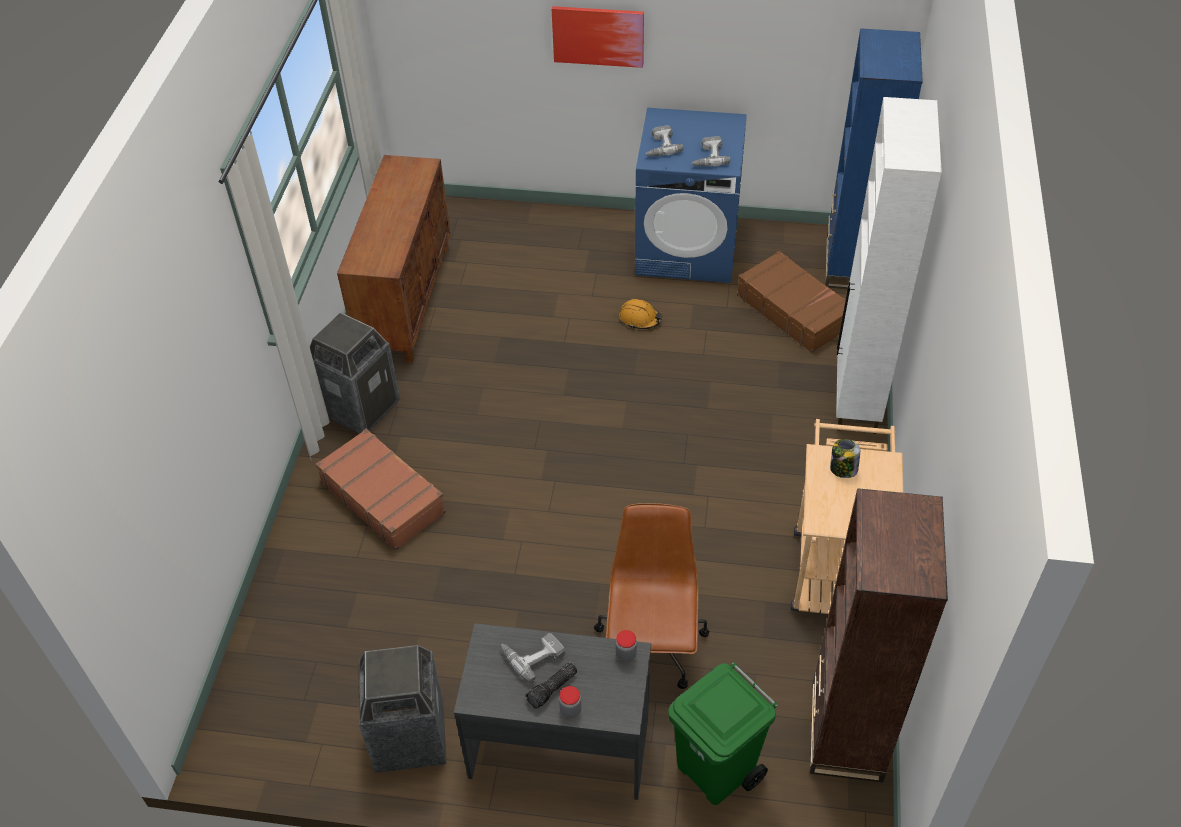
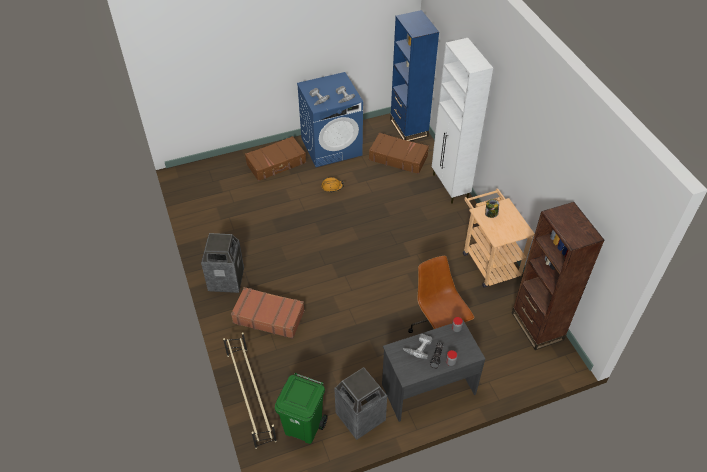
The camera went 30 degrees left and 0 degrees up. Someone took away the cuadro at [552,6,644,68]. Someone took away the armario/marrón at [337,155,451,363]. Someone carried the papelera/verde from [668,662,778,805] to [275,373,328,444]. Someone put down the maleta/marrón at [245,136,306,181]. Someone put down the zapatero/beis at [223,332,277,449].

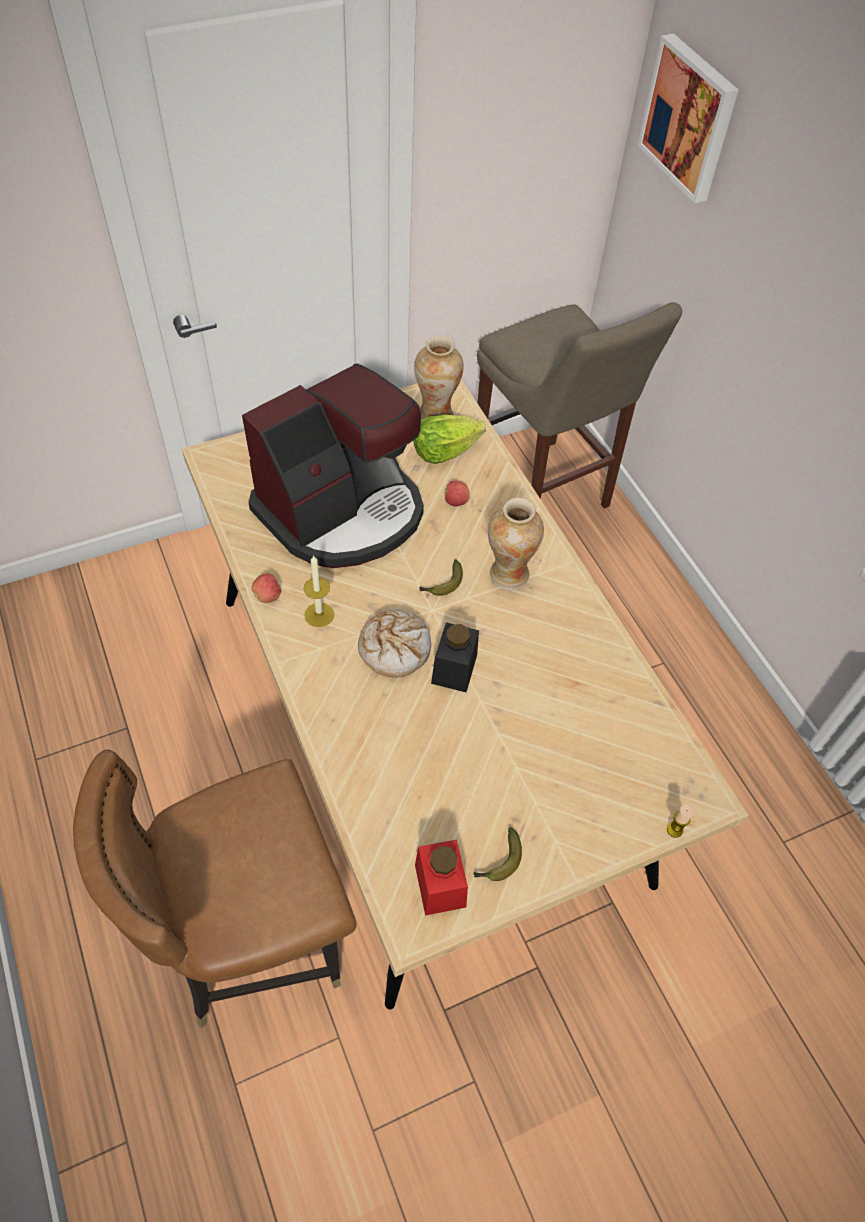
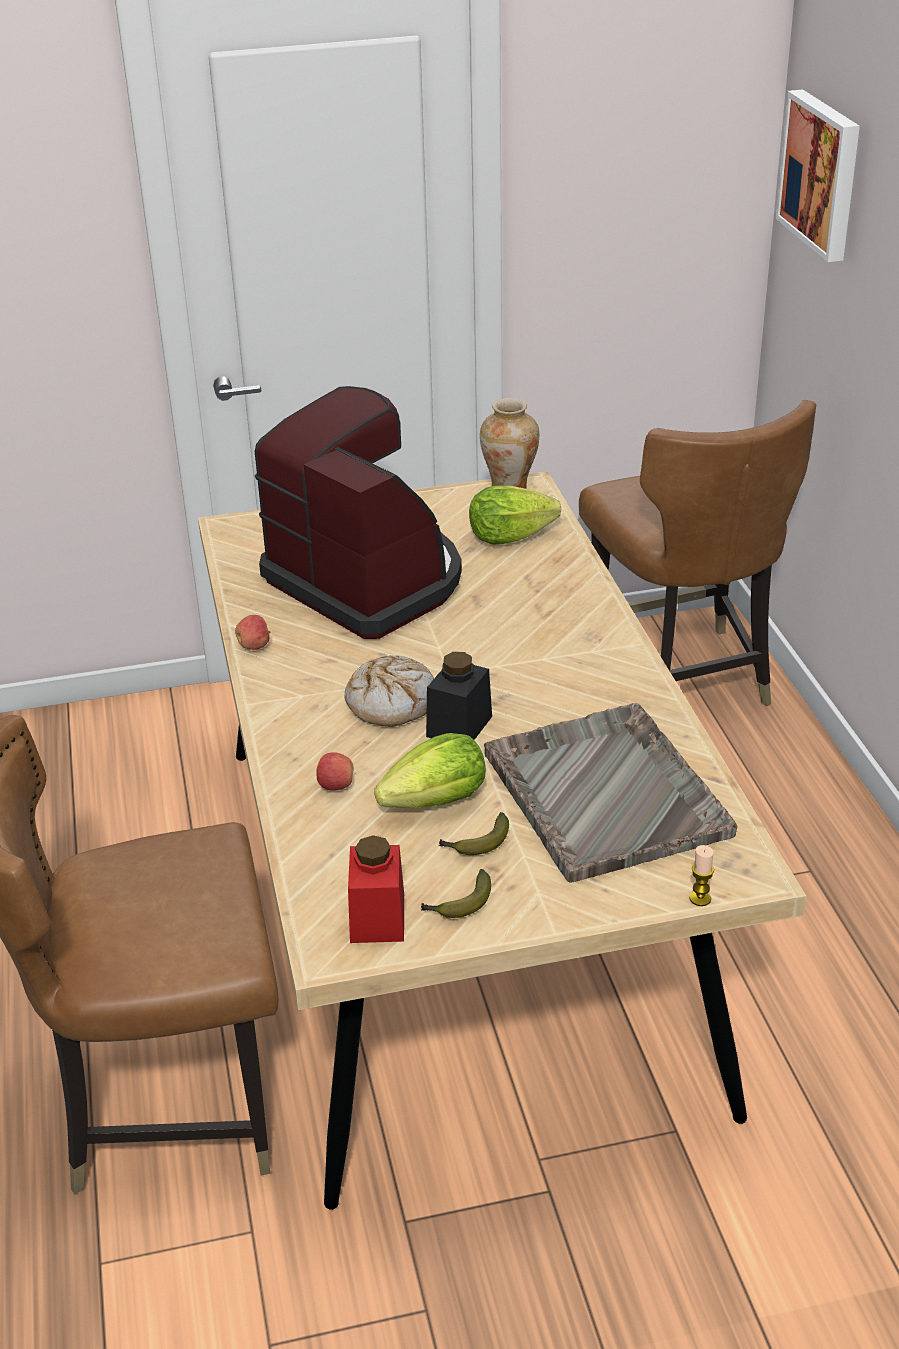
The camera went 15 degrees right and 20 degrees down. Someone swapped the taburete/beis at [477,302,682,509] for the silla/marrón at [579,400,816,706]. Someone rotated the cafetera at [242,364,424,568] by 105 degrees counterclockwise. Someone carried the manzana from [444,480,469,506] to [316,752,353,791]. Someone took away the florero at [488,498,544,590]. Someone took away the vela at [304,555,334,627]. Someone carried the plátano from [419,559,463,596] to [439,812,509,855]. Someone put down the bandeja/gris at [484,703,737,883]. Someone put down the lechuga at [374,733,486,809].

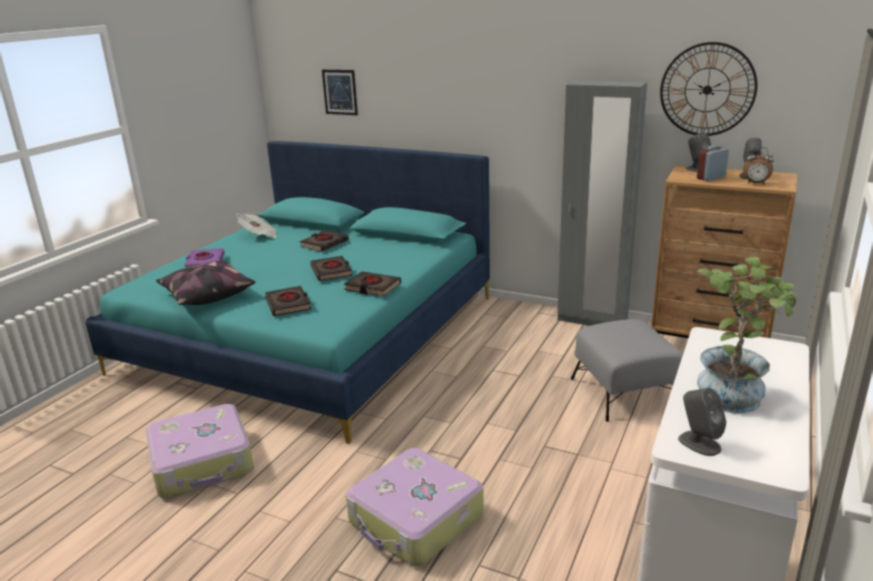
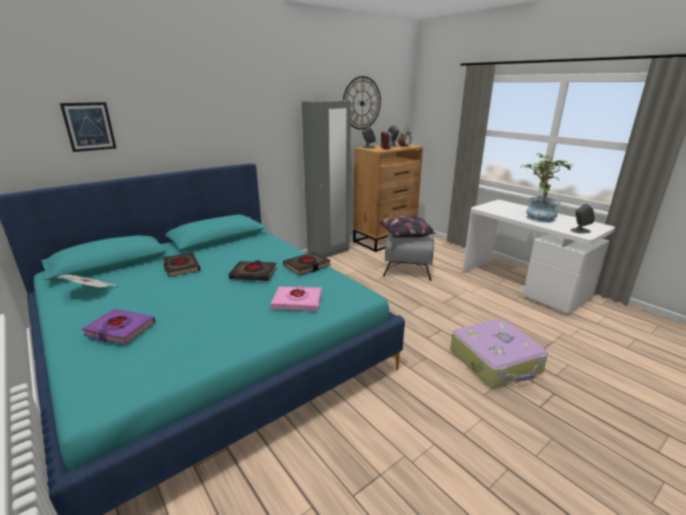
The camera went 65 degrees left and 0 degrees up. Someone carried the cojín from [156,261,255,305] to [379,216,436,238]. Someone repainted the libro/negro at [265,286,311,316], which became the libro/rosa at [271,285,322,311]. Someone took away the maleta at [145,404,254,498].

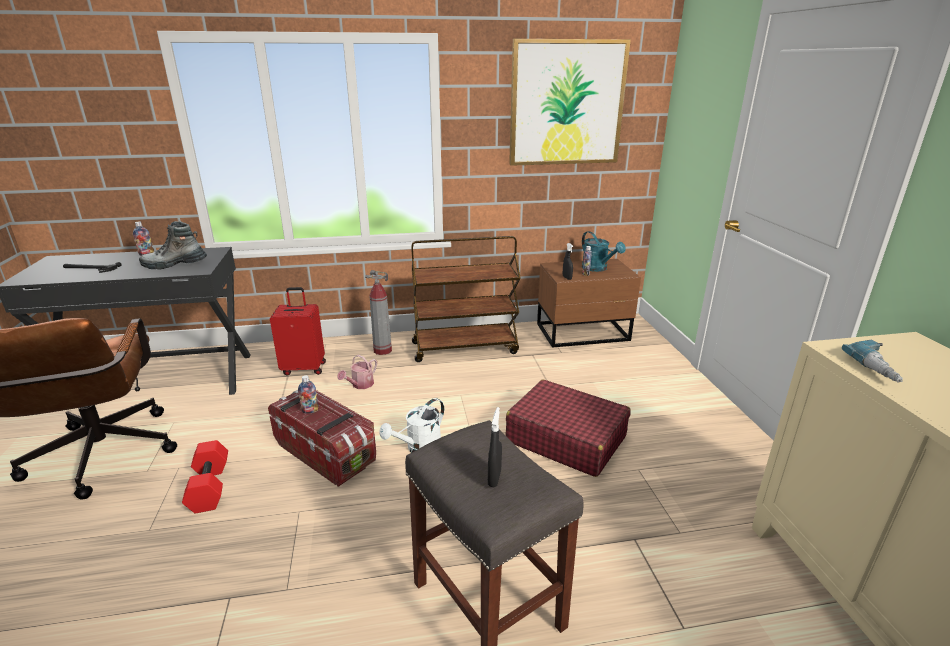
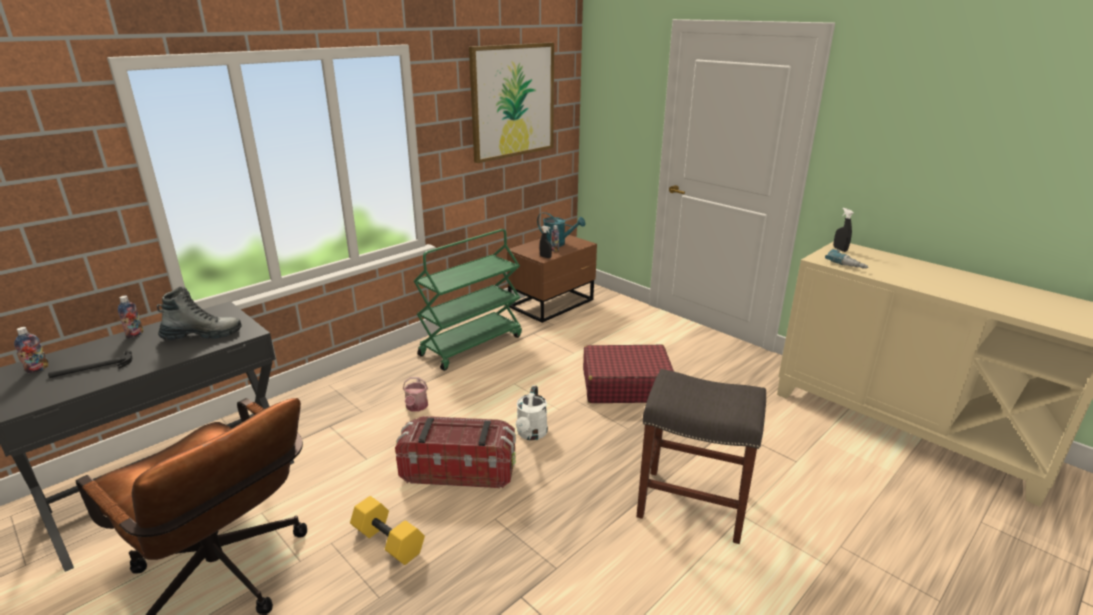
The camera went 35 degrees left and 0 degrees up. Someone rotated the bota at [139,221,207,270] by 150 degrees counterclockwise. Someone repainted the carrito/marrón at [411,236,521,362], which became the carrito/verde at [414,229,522,371]. Someone took away the extintor at [365,270,392,355]. Someone took away the maleta/rojo at [270,287,326,375]. Someone carried the botella from [298,375,319,414] to [14,327,48,373]. Someone carried the pulverizador/negro from [488,407,502,487] to [833,208,853,252]. Someone repainted the mancuerna/rojo at [182,440,228,513], which became the mancuerna/amarillo at [350,496,425,565].

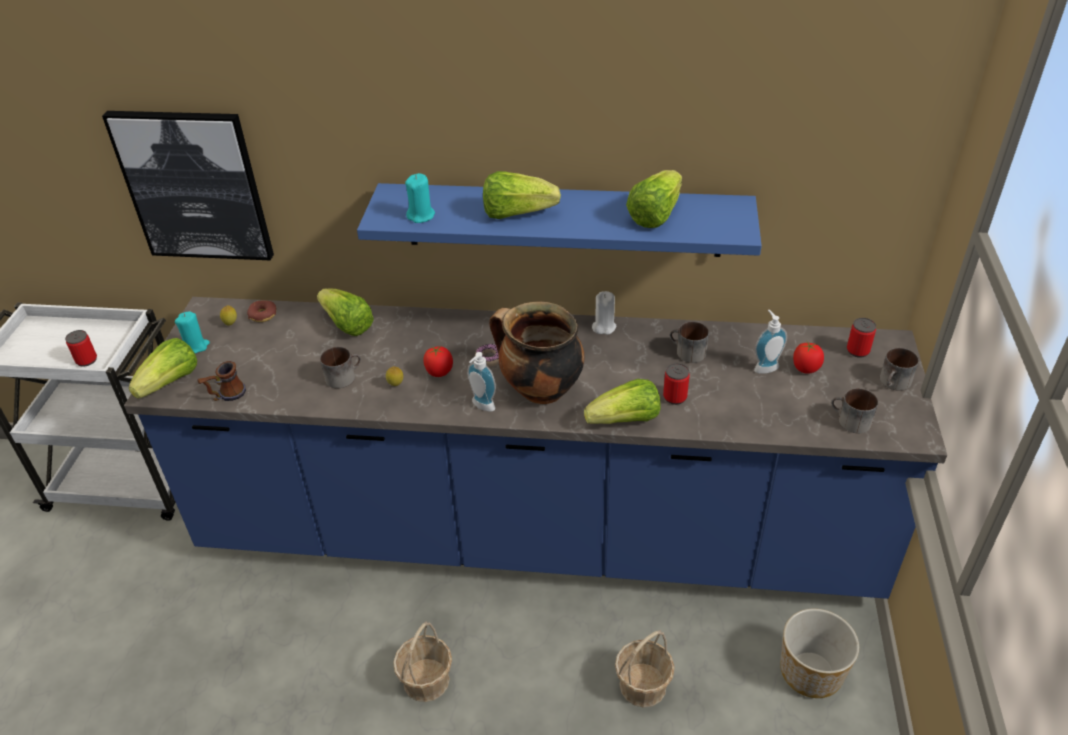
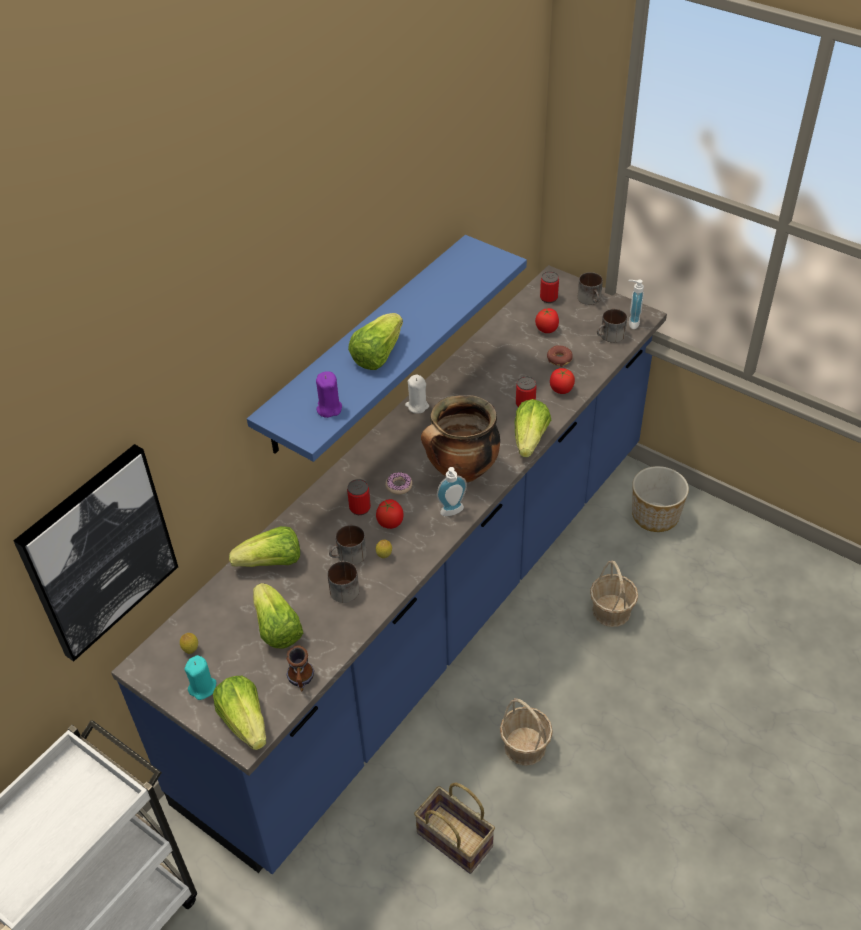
The camera went 60 degrees left and 5 degrees up. Someone carried the lechuga from [626,170,682,228] to [253,583,303,649]. Someone repainted the vela/turquesa at [405,173,435,223], which became the vela/morado at [316,371,342,418]. Someone carried the rosquilla from [247,300,276,322] to [547,345,573,367]. Someone carried the dispensador de jabón from [754,310,787,374] to [628,280,644,329]. Someone carried the taza grande from [670,322,709,363] to [329,525,367,565]. Someone carried the lata from [65,330,97,367] to [347,479,371,515]. Someone put down the tomate at [550,368,575,394]. Someone put down the cesta at [414,783,495,874].

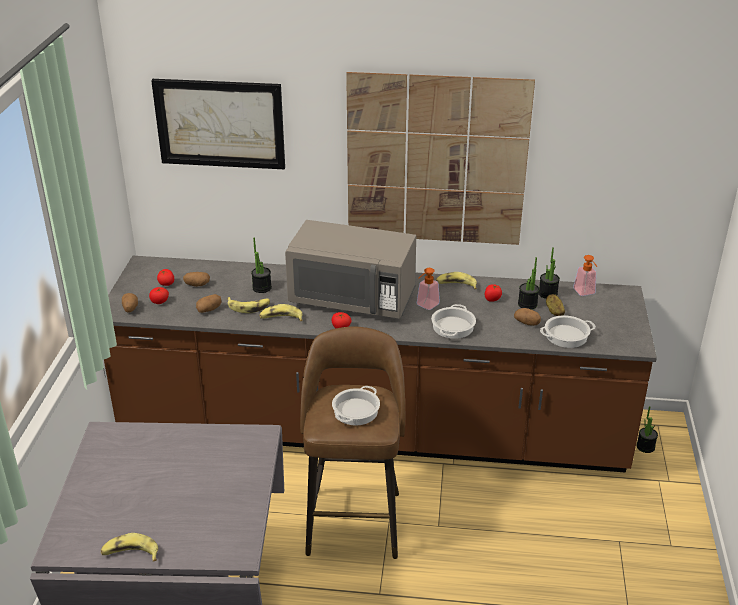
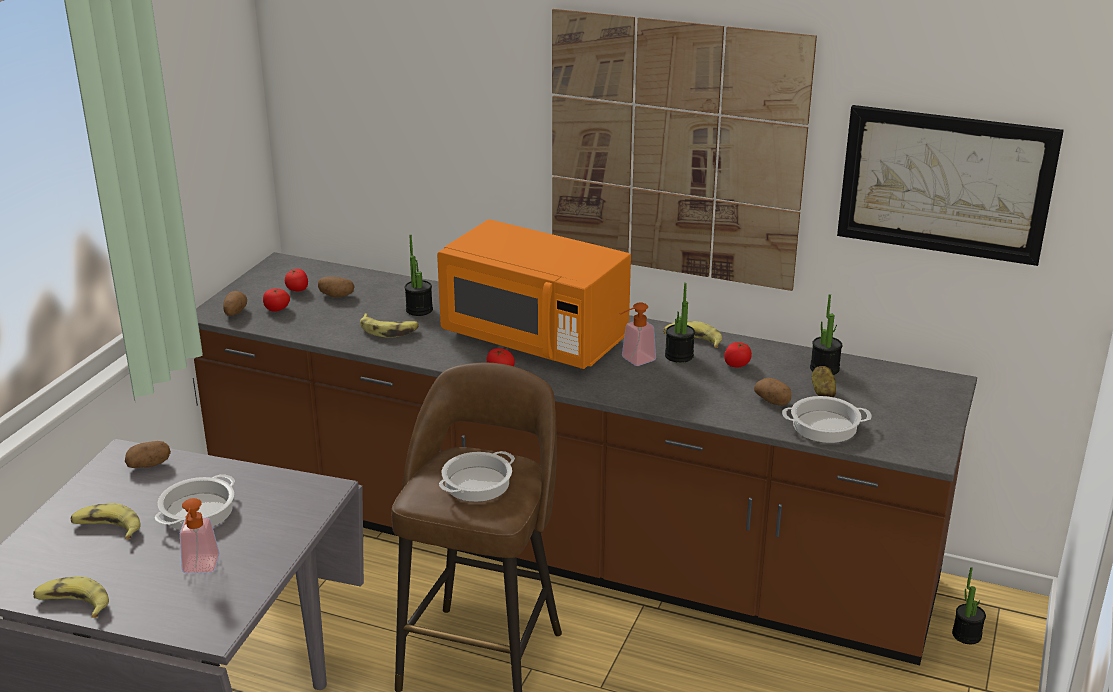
The camera went 15 degrees right and 5 degrees down. Someone carried the cuadro from [151,79,285,169] to [837,105,1064,266]. Someone repainted the microondas/gris at [285,220,416,319], which became the microondas/naranja at [437,219,631,369]. Someone carried the dispensador de jabón from [573,255,597,296] to [180,498,220,573]. Someone carried the planta en maceta from [518,257,539,310] to [665,283,695,363]. Someone carried the patata from [196,294,222,313] to [125,441,171,468]. Someone carried the plátano from [259,304,302,321] to [71,503,141,539]. Someone carried the olla from [431,304,476,339] to [154,474,235,530].

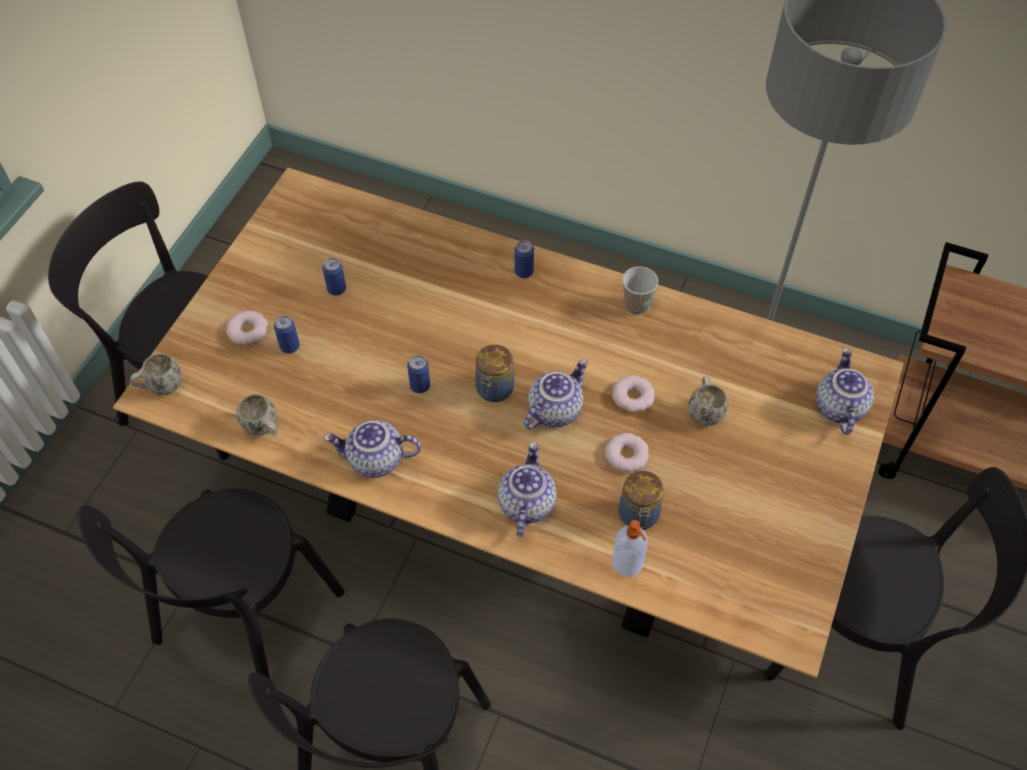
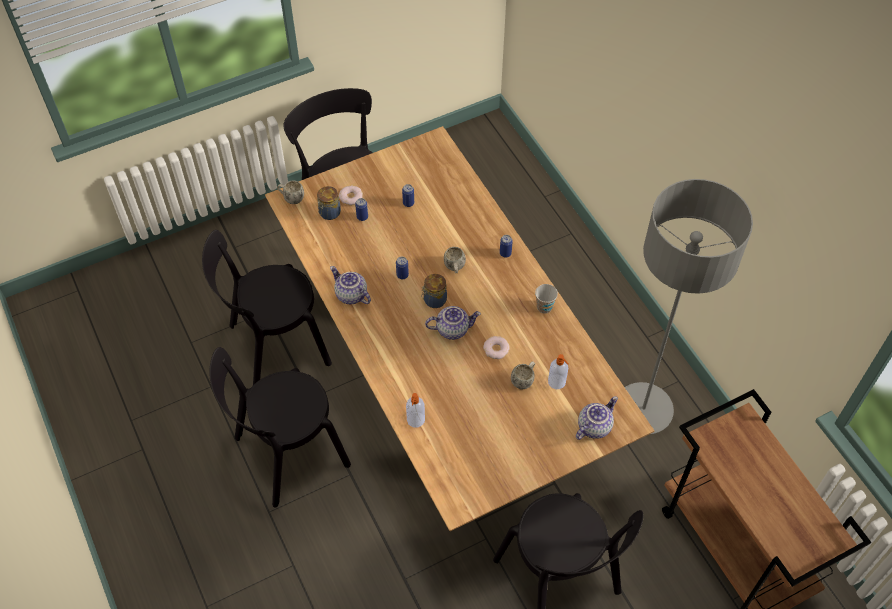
The camera went 40 degrees right and 0 degrees up. Someone carried the taza grande/blanco from [237,394,278,436] to [444,247,466,273]. Someone took away the rosquilla at [605,433,649,472]. Someone took away the tetera at [498,442,557,537]. Someone carried the tarro from [619,471,664,530] to [317,186,341,220]. Someone put down the dispensador de jabón at [548,354,568,389].

